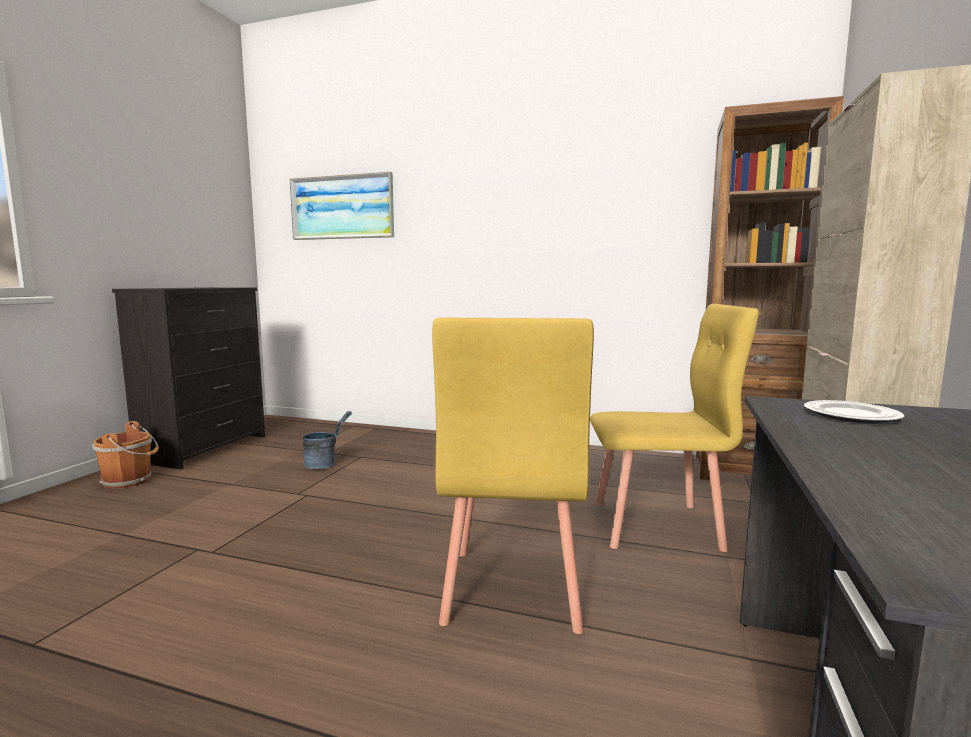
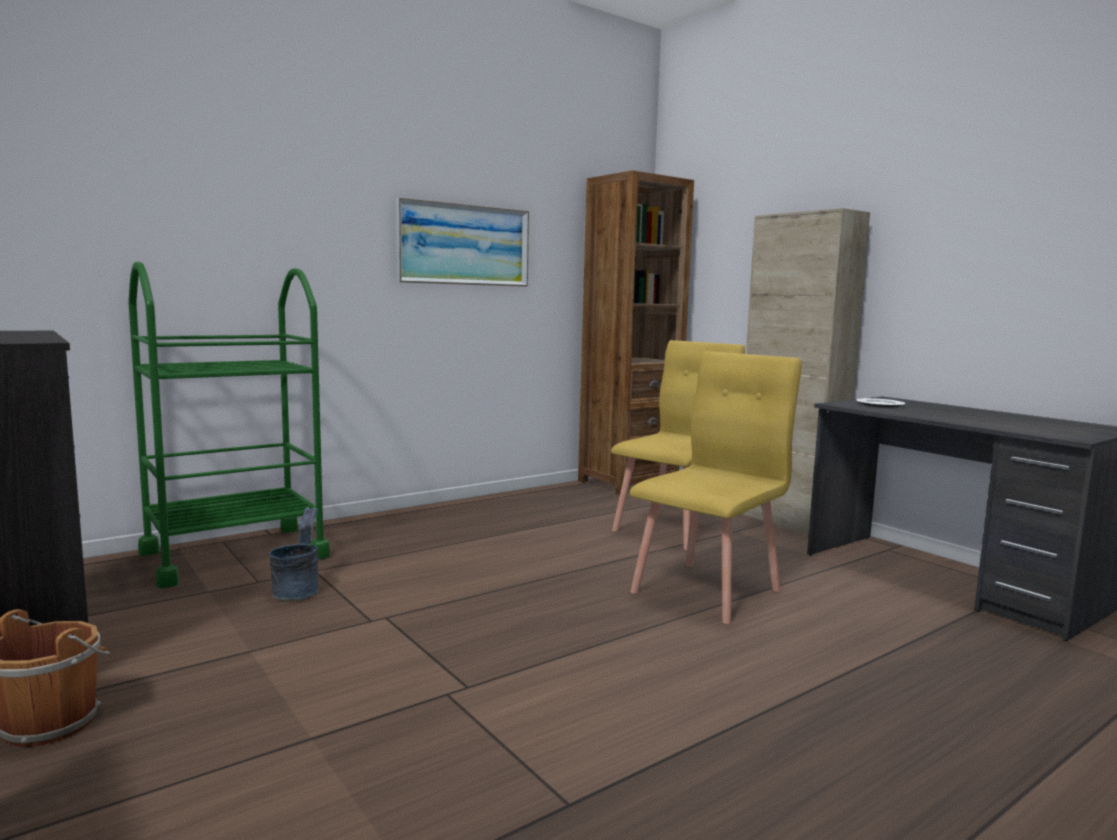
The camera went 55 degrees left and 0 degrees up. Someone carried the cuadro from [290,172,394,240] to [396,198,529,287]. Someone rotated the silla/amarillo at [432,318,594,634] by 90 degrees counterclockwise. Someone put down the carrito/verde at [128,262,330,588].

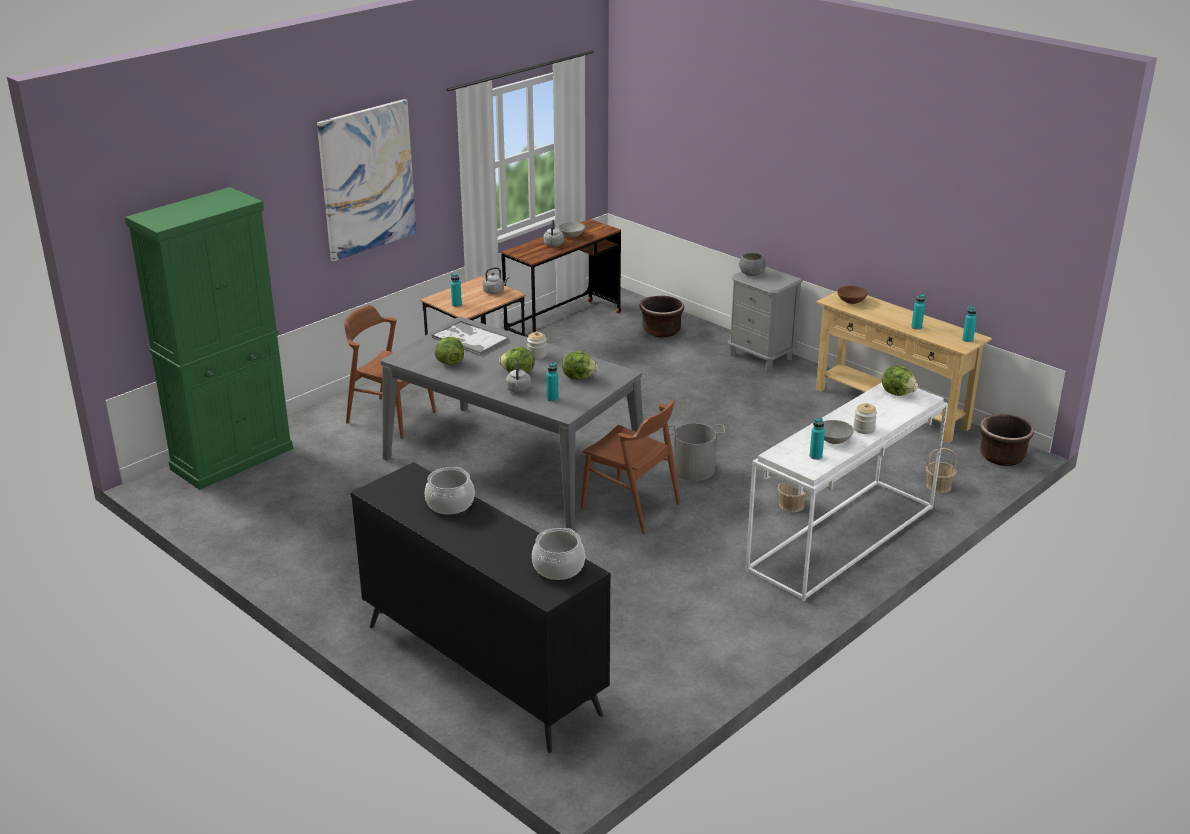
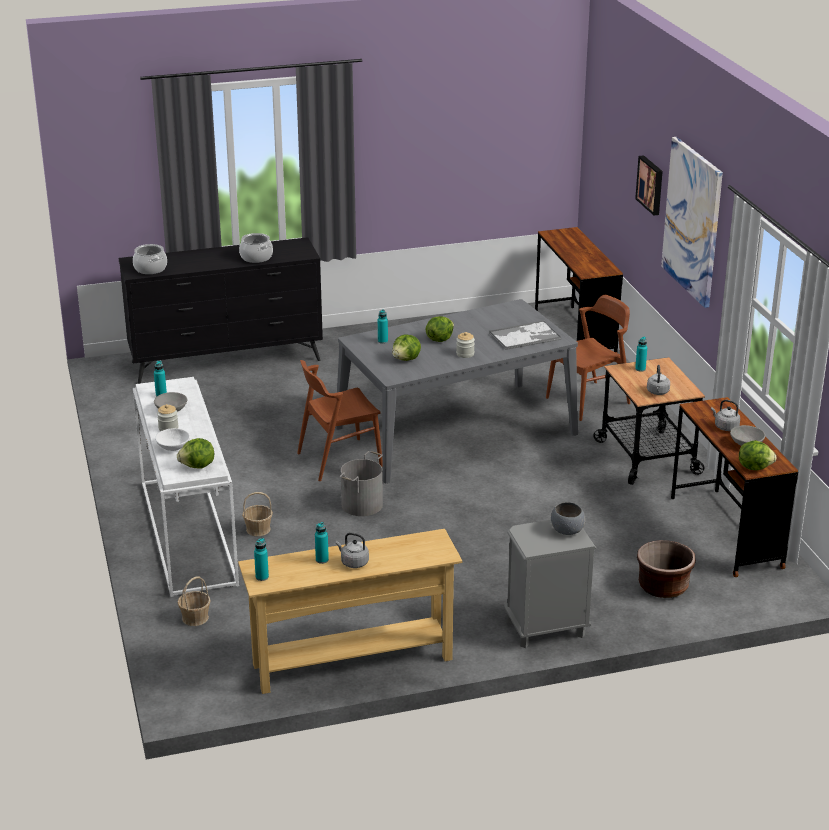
The camera went 120 degrees right and 0 degrees up. Someone swapped the armario/verde at [125,187,293,490] for the escritorio/marrón at [535,227,623,353]. Someone took away the cuenco/marrón at [837,286,868,304]. Someone carried the lechuga from [435,337,464,365] to [739,440,777,470]. Someone carried the hervidor/gris from [506,360,531,393] to [336,532,369,568]. Someone took away the maceta/marrón at [979,414,1034,466]. Someone put up the cuadro at [635,155,663,215]. Someone put down the cuenco/blanco at [155,428,190,451].

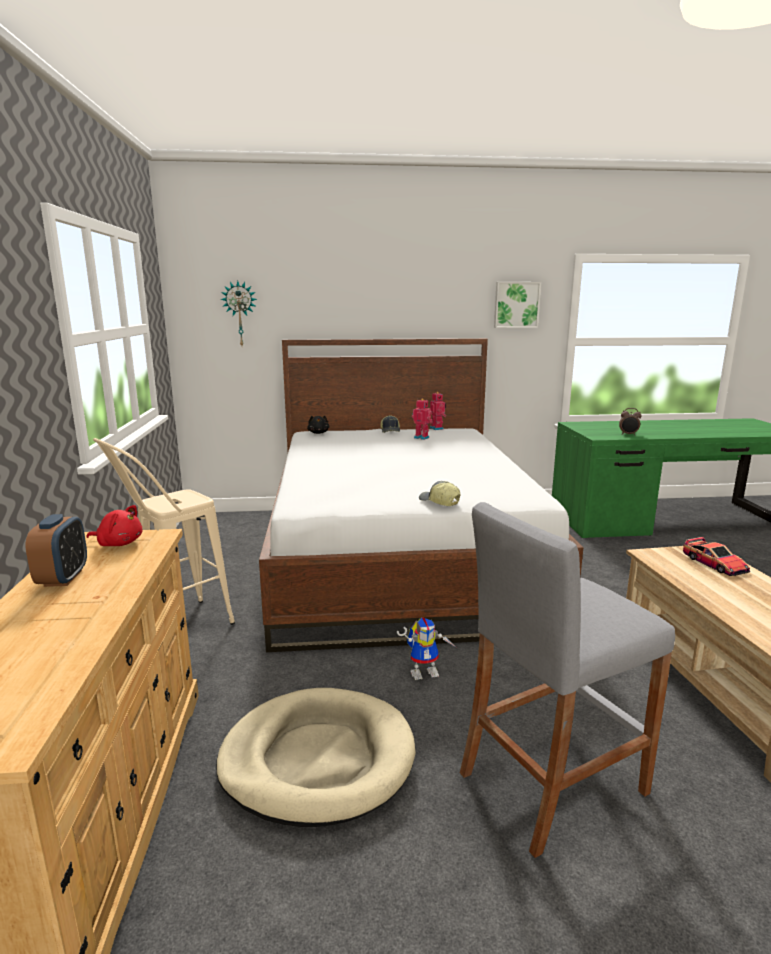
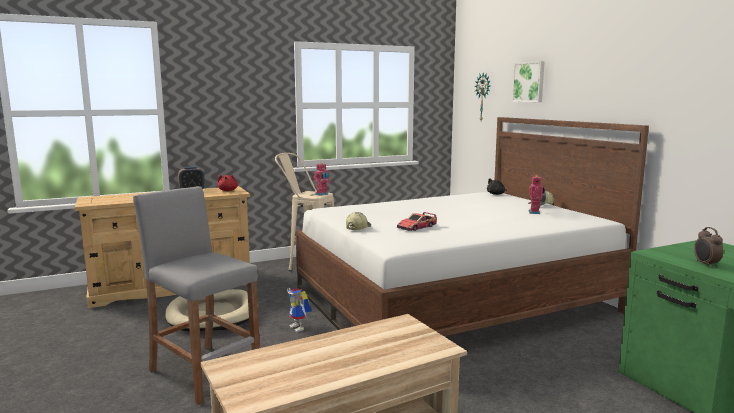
The camera went 70 degrees right and 5 degrees down. Someone carried the cuadro from [494,282,541,328] to [512,61,545,102]. Someone carried the robot de juguete from [430,392,446,430] to [313,163,330,196]. Someone carried the coche de juguete from [683,537,750,576] to [397,212,437,231].

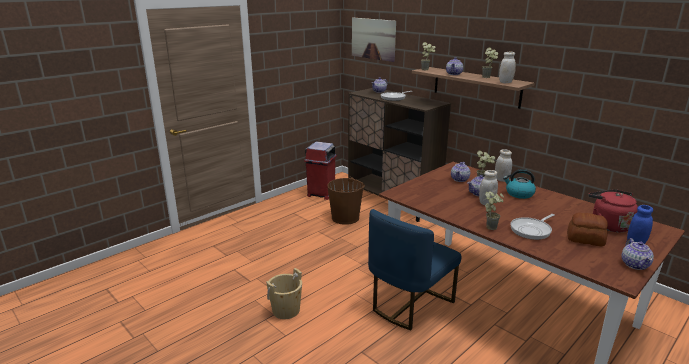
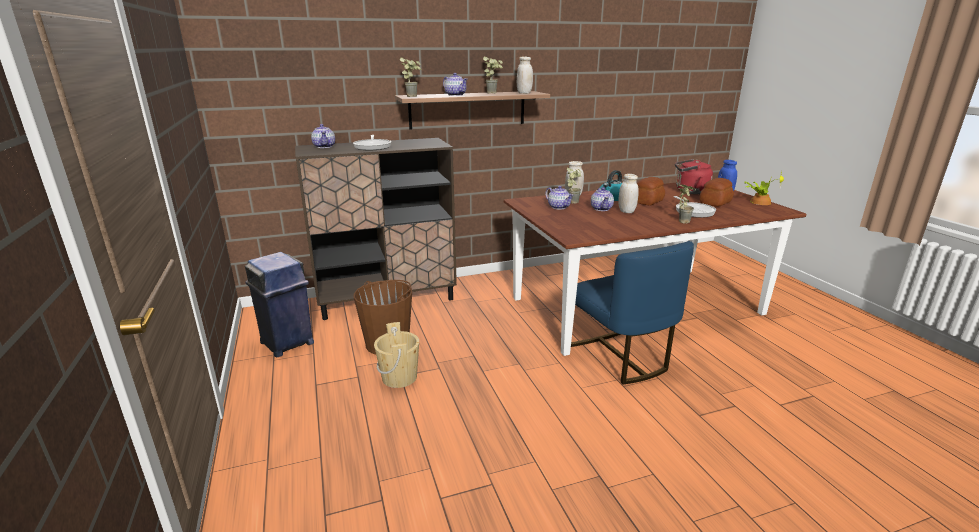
The camera went 65 degrees left and 0 degrees up. Someone took away the cuadro at [352,17,396,62]. Someone repainted the papelera/rojo at [304,142,337,200], which became the papelera/azul at [245,252,314,357]. Someone swapped the tetera at [621,238,654,270] for the planta en maceta at [745,170,784,205]. Someone carried the cubo/beis from [266,268,302,319] to [374,322,419,388]. Someone put down the pan at [637,177,665,205].

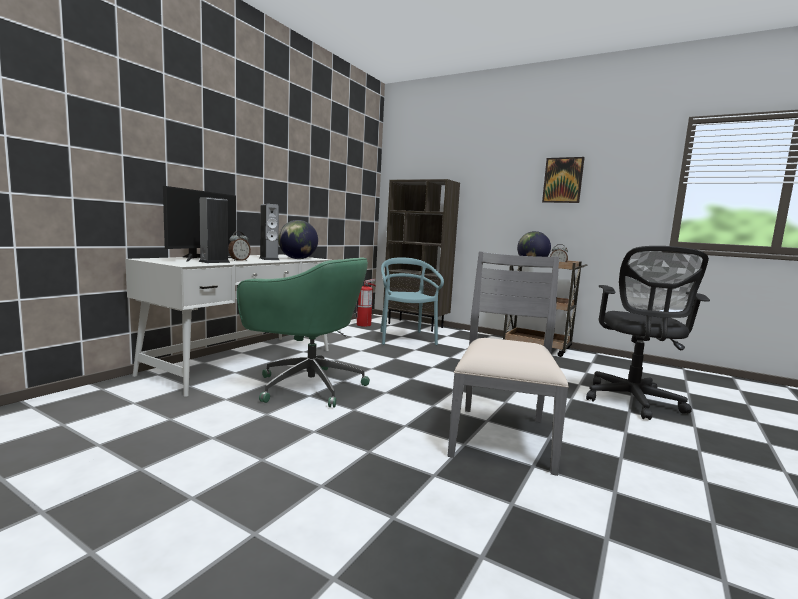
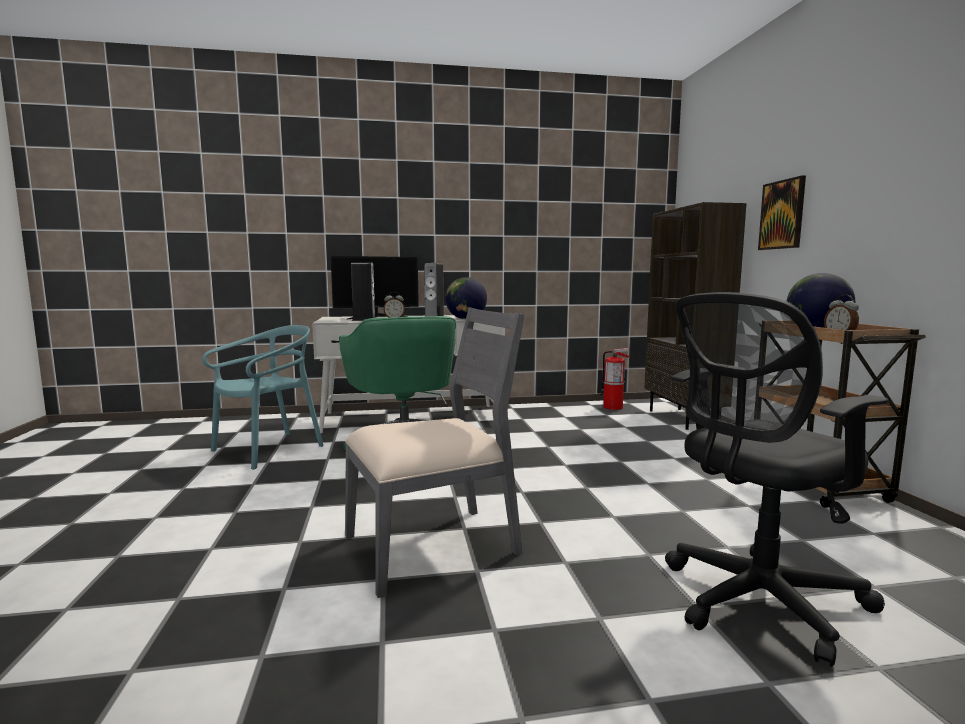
The camera went 50 degrees right and 0 degrees up. Someone carried the cuadro from [542,157,585,203] to [758,175,806,250]. Someone carried the silla/turquesa from [380,257,444,345] to [202,325,324,470].

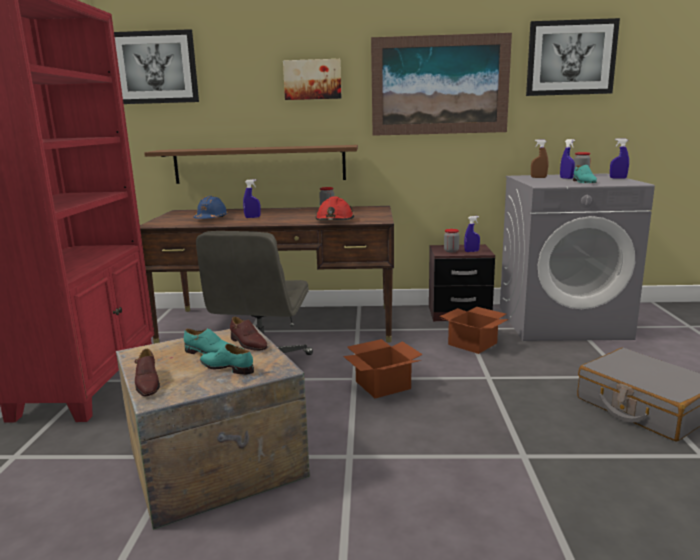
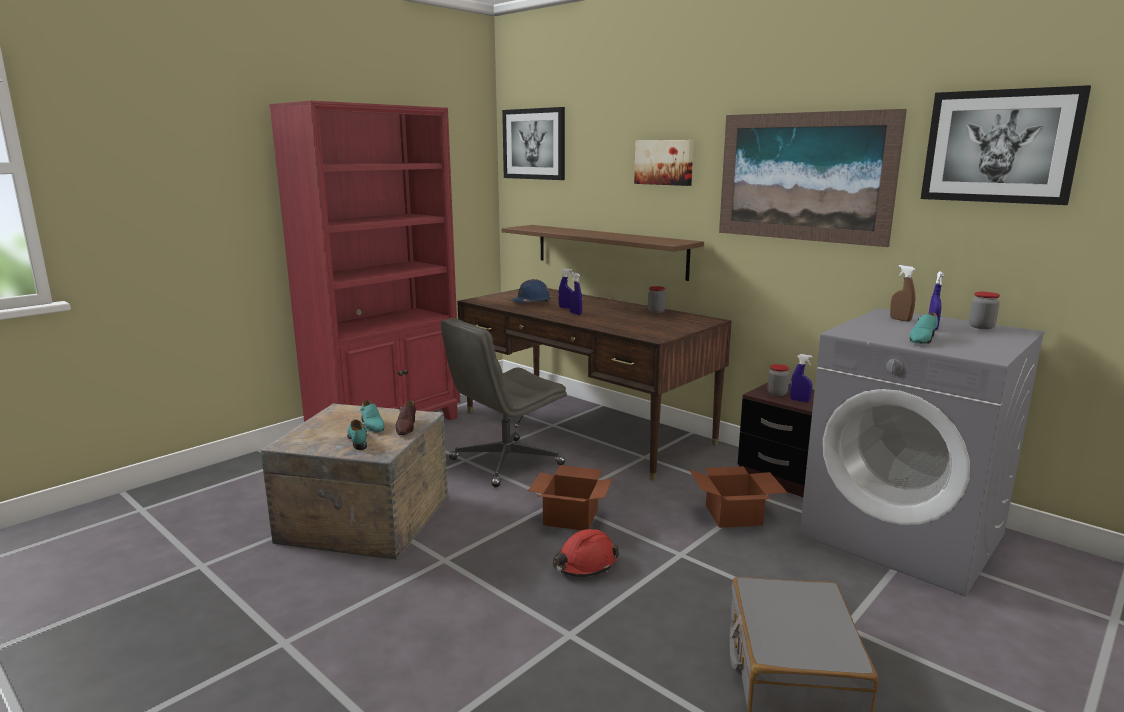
The camera went 40 degrees right and 0 degrees up. Someone carried the pulverizador/azul from [610,138,629,179] to [569,272,582,315]. Someone carried the casco/rojo from [315,196,354,220] to [553,529,619,577]. Someone took away the zapato/marrón at [135,349,160,396].

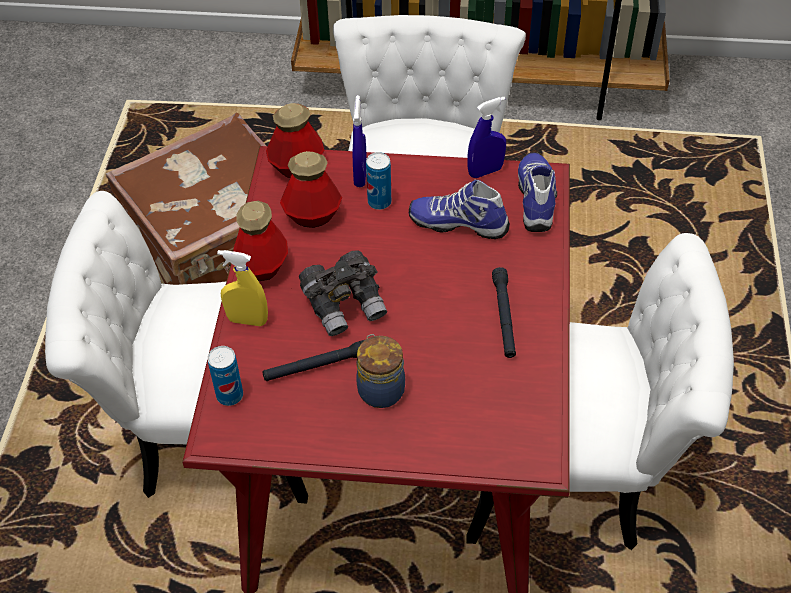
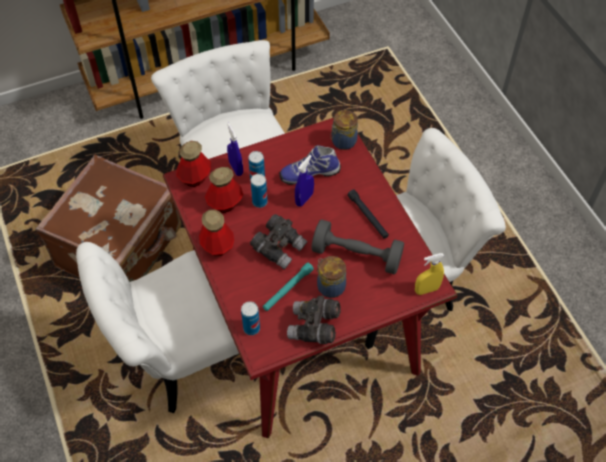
The camera went 30 degrees left and 5 degrees up. Someone carried the pulverizador/azul from [468,97,506,178] to [295,155,314,207]. Someone swapped the zapato at [518,153,557,232] for the tarro at [330,110,358,150]. Someone carried the pulverizador/amarillo from [217,250,268,326] to [415,253,444,295]. Someone repainted the linterna/negro at [262,340,365,381], which became the linterna/turquesa at [263,263,314,311]. Someone put down the lata at [251,174,268,208]. Someone put down the mancuerna/gris at [311,219,404,274]. Someone put down the prismáticos/gris at [287,295,340,344].

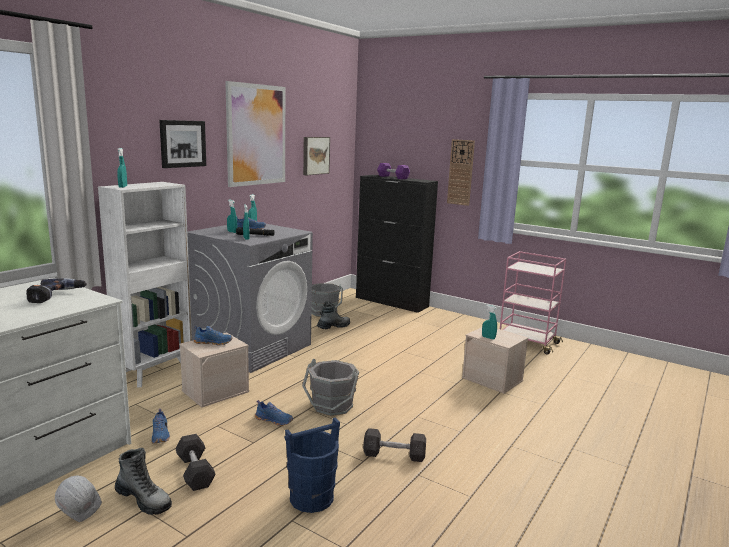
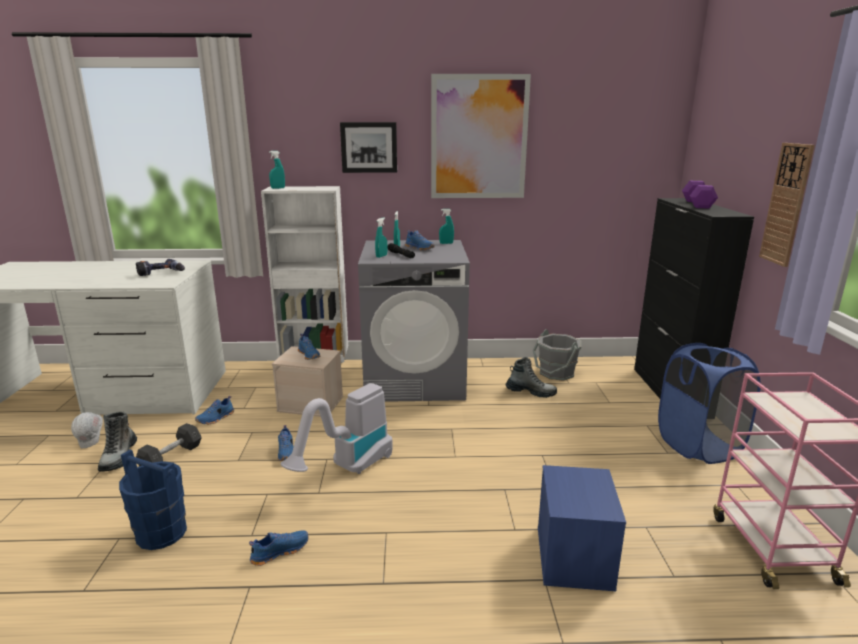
The camera went 55 degrees right and 5 degrees up. Someone took away the cuadro at [303,137,330,175]. Someone took away the pulverizador/turquesa at [482,305,497,339]. Someone repainted the caja de almacenaje/beis at [462,327,528,393], which became the caja de almacenaje/azul at [538,465,626,591]. Someone swapped the cubo/gris at [302,359,359,416] for the aspiradora at [281,383,393,474]. Someone swapped the mancuerna/gris at [363,428,426,462] for the zapato/azul at [249,530,309,566]. Someone put down the cesto de la ropa/azul at [658,343,761,464].

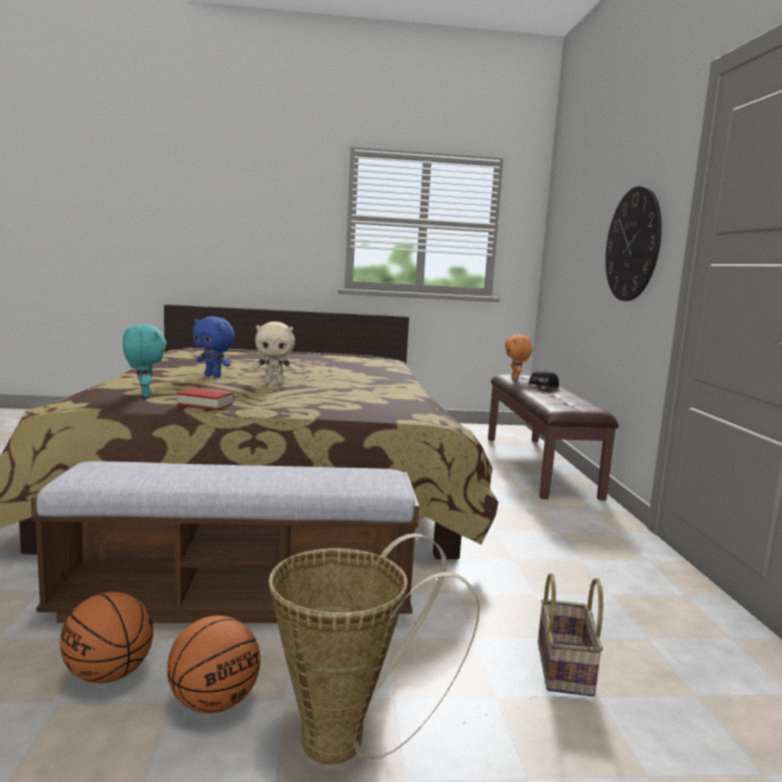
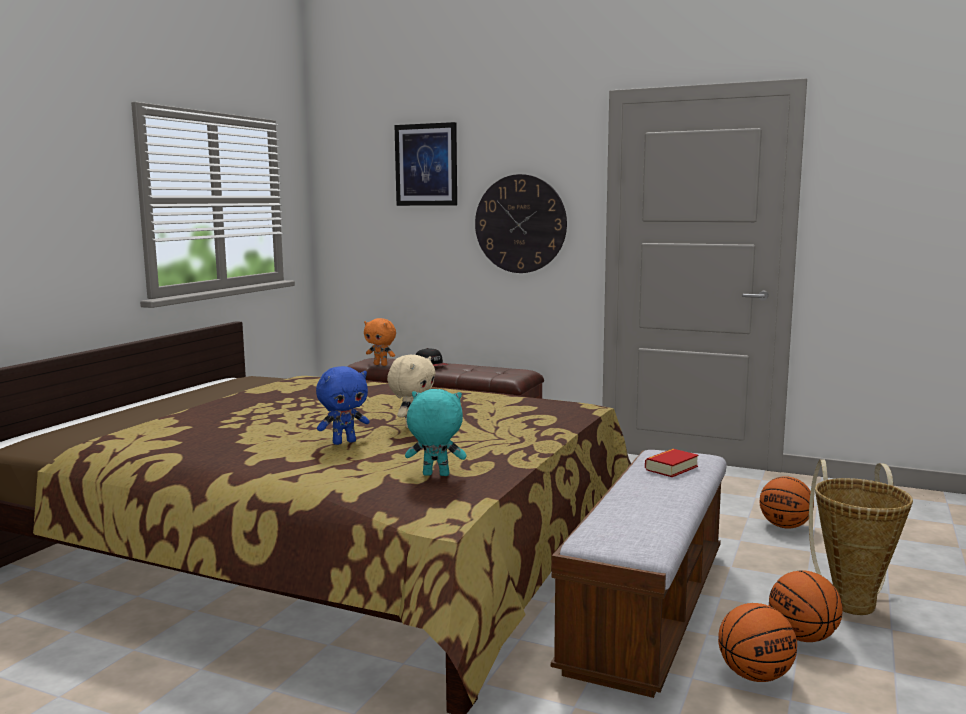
The camera went 60 degrees left and 0 degrees up. Someone carried the libro from [177,388,234,410] to [645,449,699,477]. Someone swapped the cesta at [538,573,603,697] for the balón de baloncesto at [760,476,814,528]. Someone put up the cuadro at [394,122,457,206].

